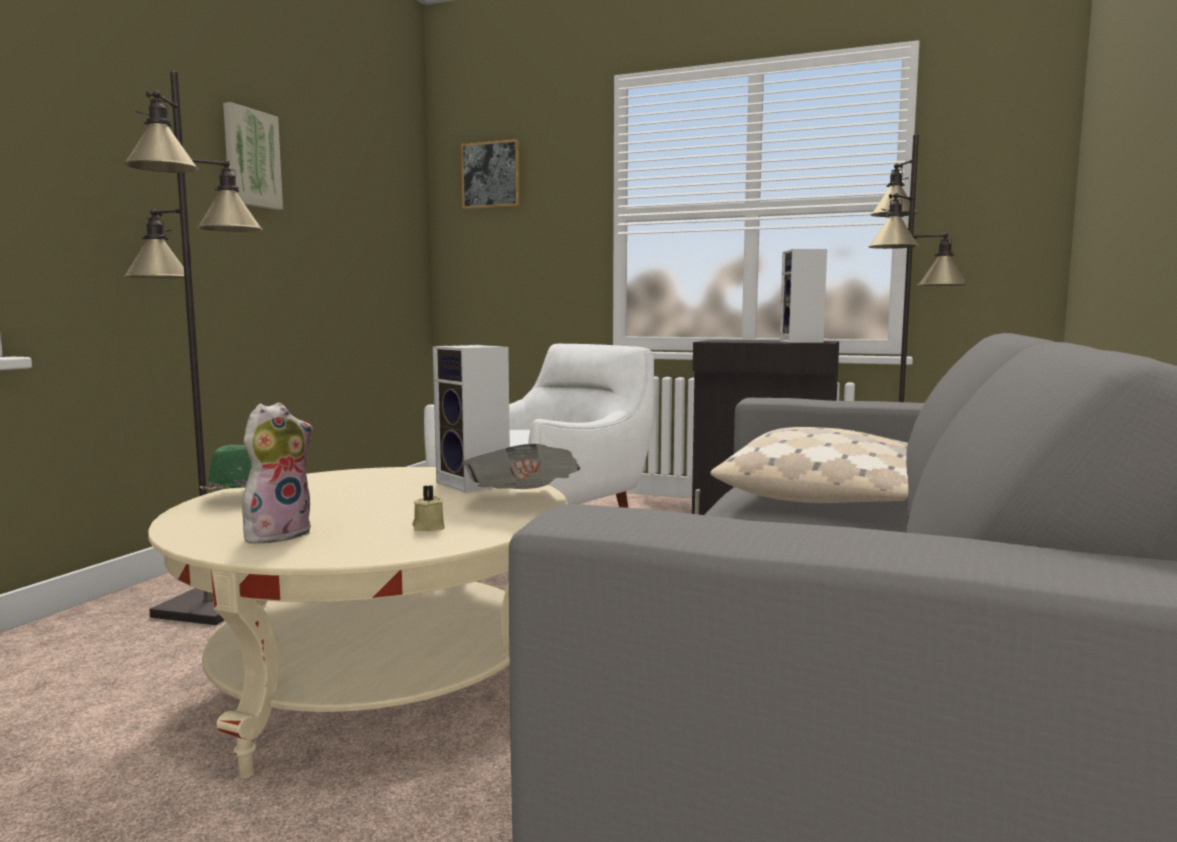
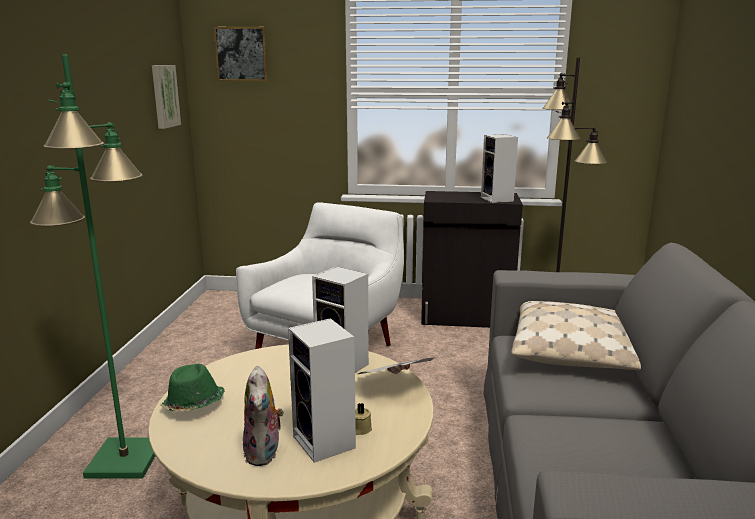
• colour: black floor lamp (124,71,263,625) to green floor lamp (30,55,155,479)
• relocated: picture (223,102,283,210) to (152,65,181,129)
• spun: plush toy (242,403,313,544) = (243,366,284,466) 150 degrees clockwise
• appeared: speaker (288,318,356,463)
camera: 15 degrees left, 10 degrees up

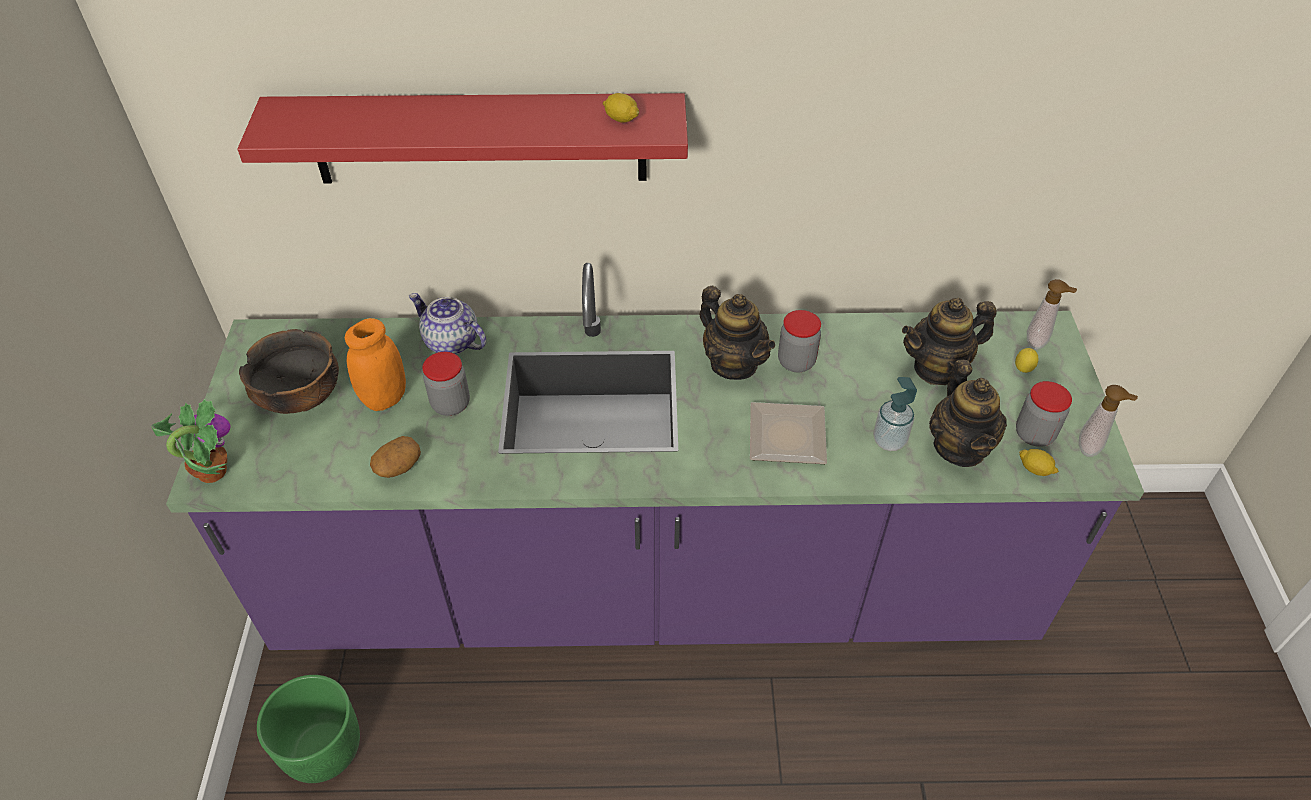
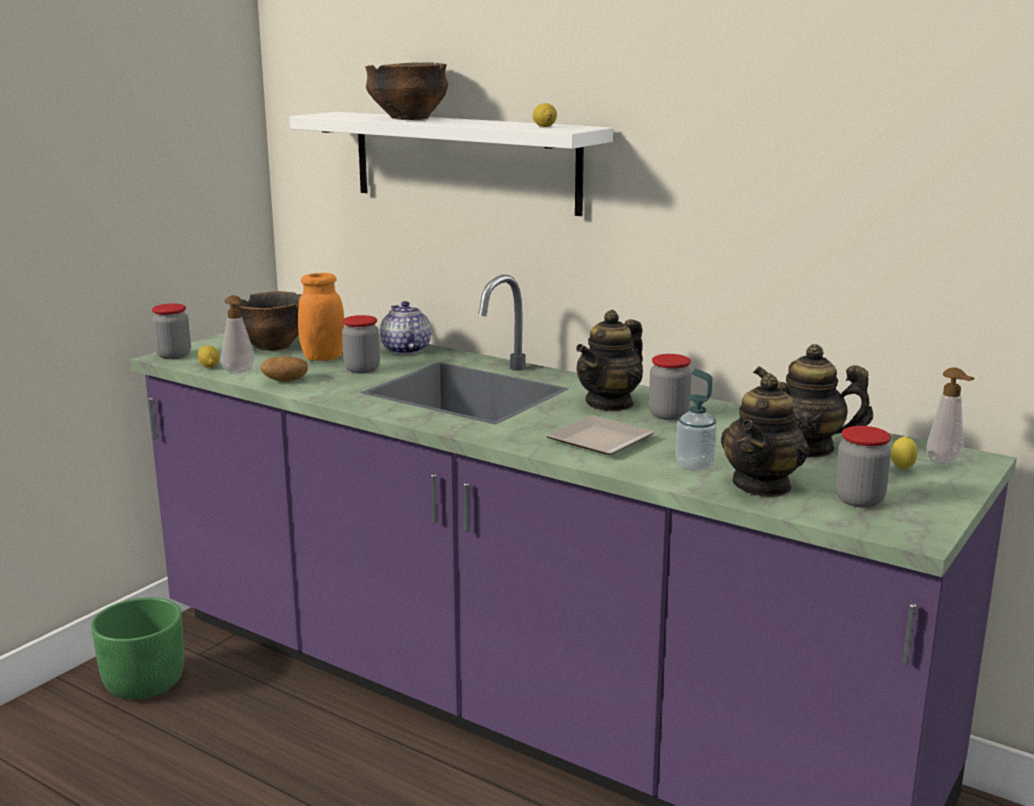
• exchanged: potted plant (151,399,231,483) to jar (152,304,191,359)
• colour: red shelf (237,93,688,184) to white shelf (289,112,613,216)
• spun: teapot (700,286,775,380) = (576,310,643,412) 45 degrees clockwise
• relocated: lemon (1019,449,1059,476) to (198,345,220,368)
• relocated: soap dispenser (1079,385,1138,457) to (221,295,255,373)
• appeared: bowl (365,63,448,120)
camera: 35 degrees right, 30 degrees down

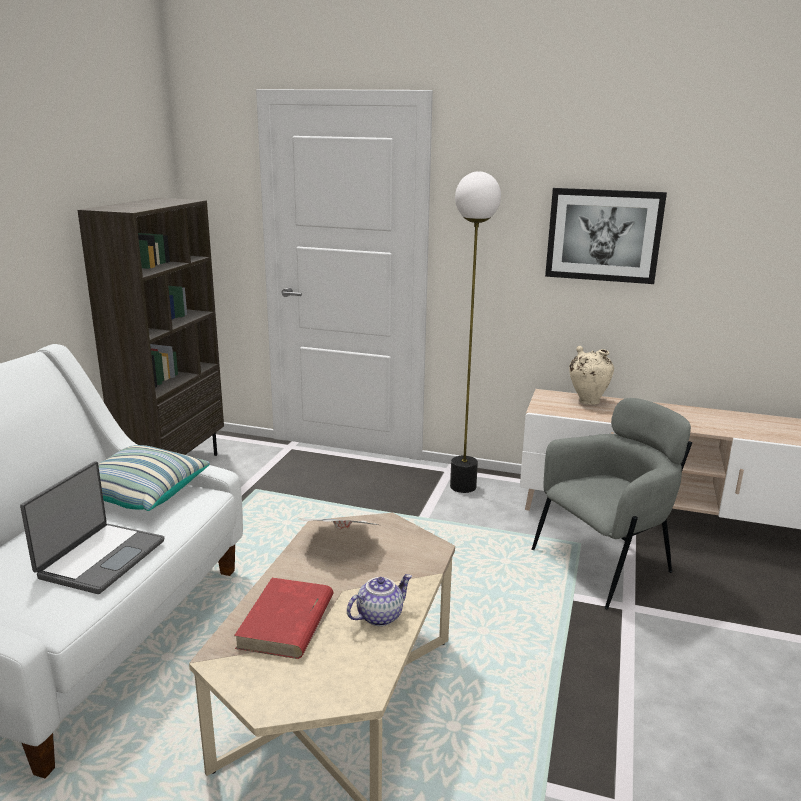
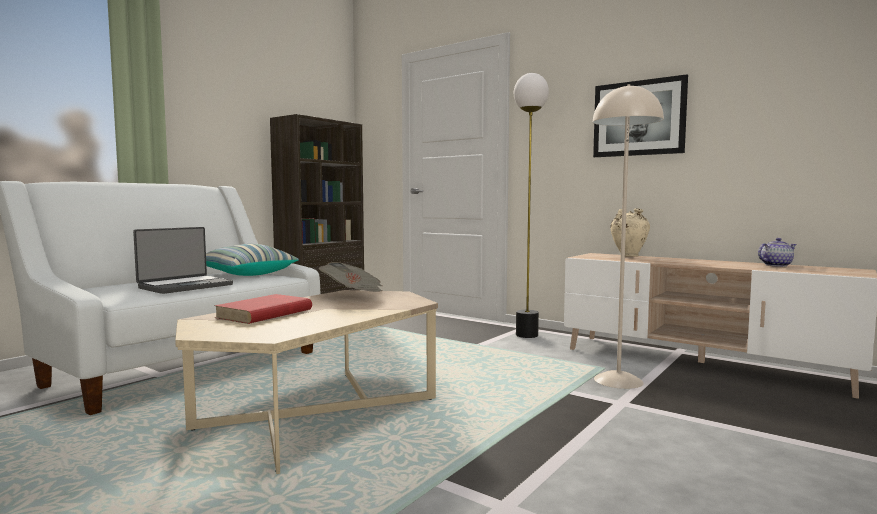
• relocated: teapot (347,574,412,626) to (758,238,797,267)
• exchanged: grey armchair (531,398,692,609) to beige floor lamp (593,84,664,389)
camera: 20 degrees right, 15 degrees down

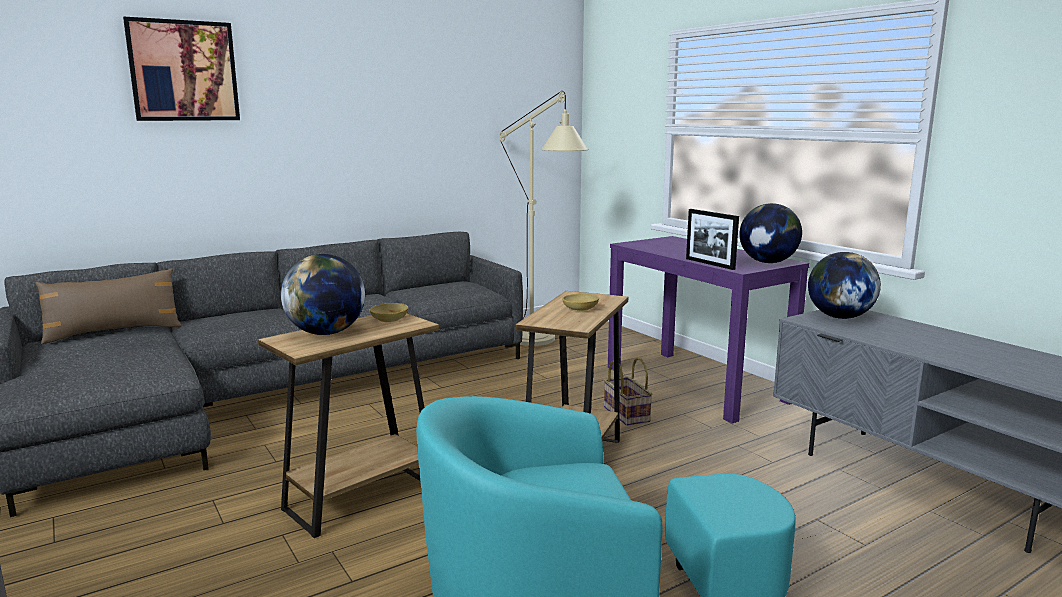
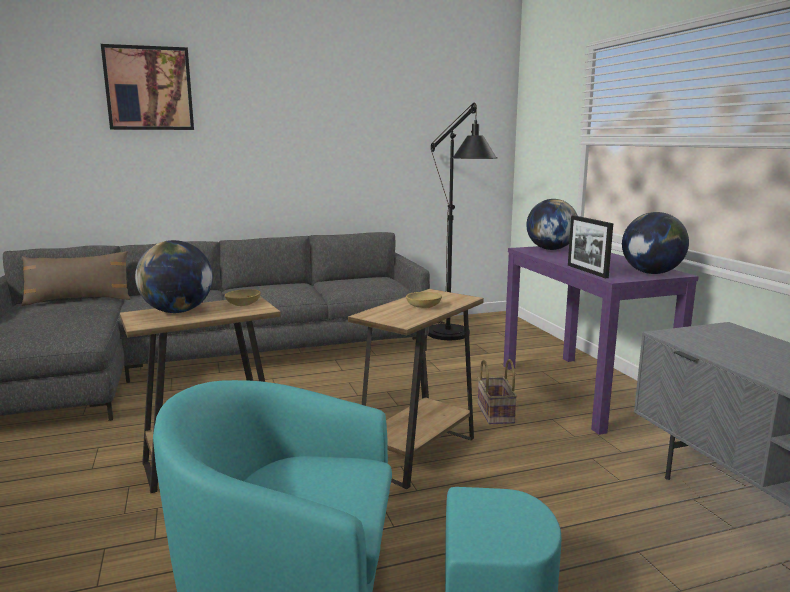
• colour: beige floor lamp (499,91,589,346) to black floor lamp (428,102,498,340)
• relocated: globe (808,252,881,319) to (526,199,578,250)
camera: 15 degrees right, 0 degrees up

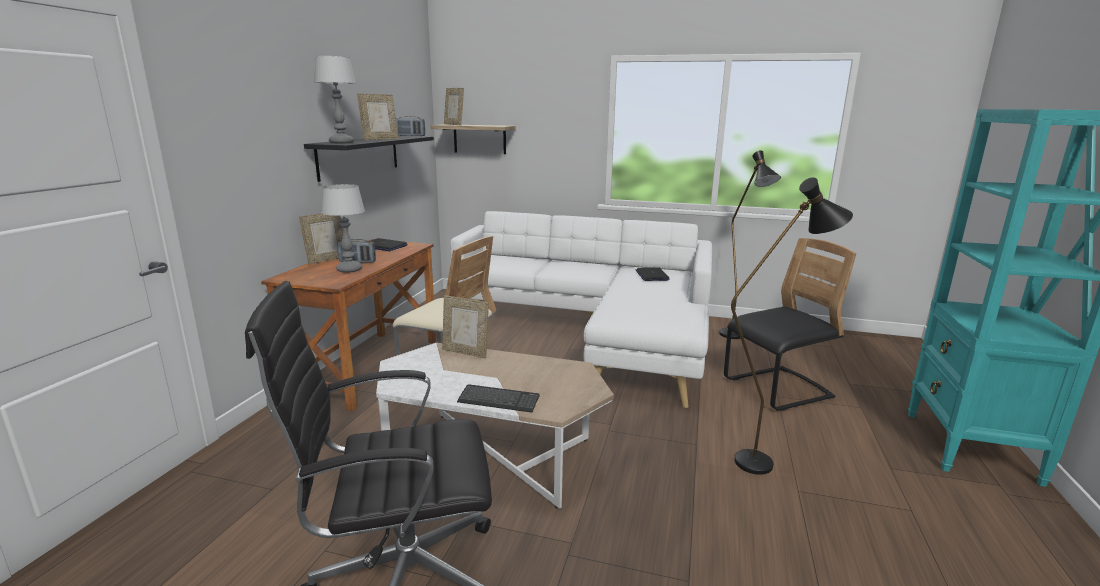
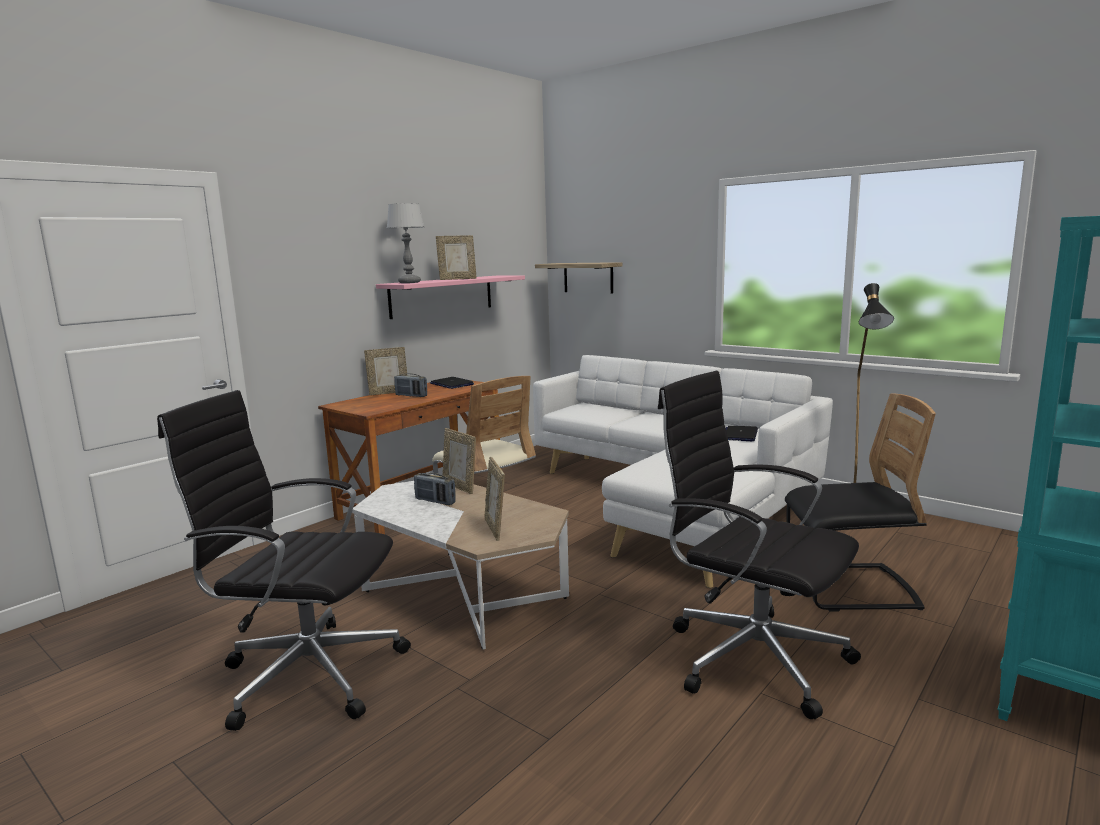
• colour: black shelf (304,136,434,182) to pink shelf (376,276,525,319)
• missing: table lamp (321,184,365,273)
• relocated: radio (396,116,425,136) to (414,473,456,505)
• relocated: picture frame (444,88,464,125) to (485,457,505,541)
• missing: keyboard (457,384,540,413)
• exchanged: black floor lamp (731,177,853,475) to black office chair (658,371,861,719)
camera: 25 degrees right, 5 degrees down

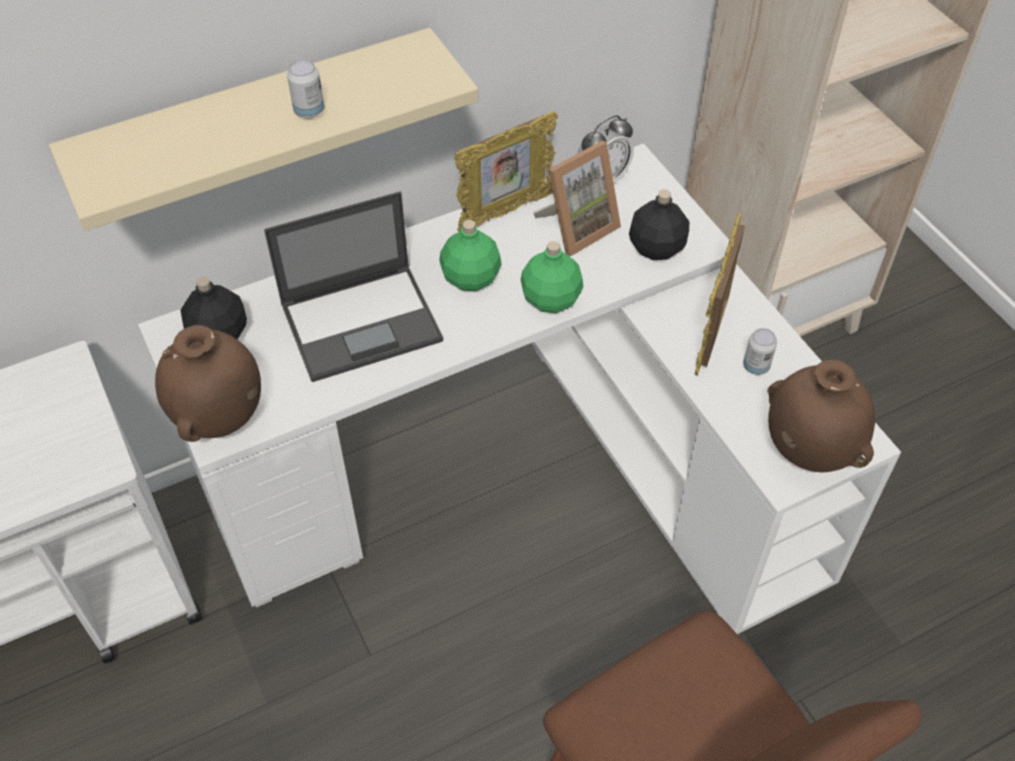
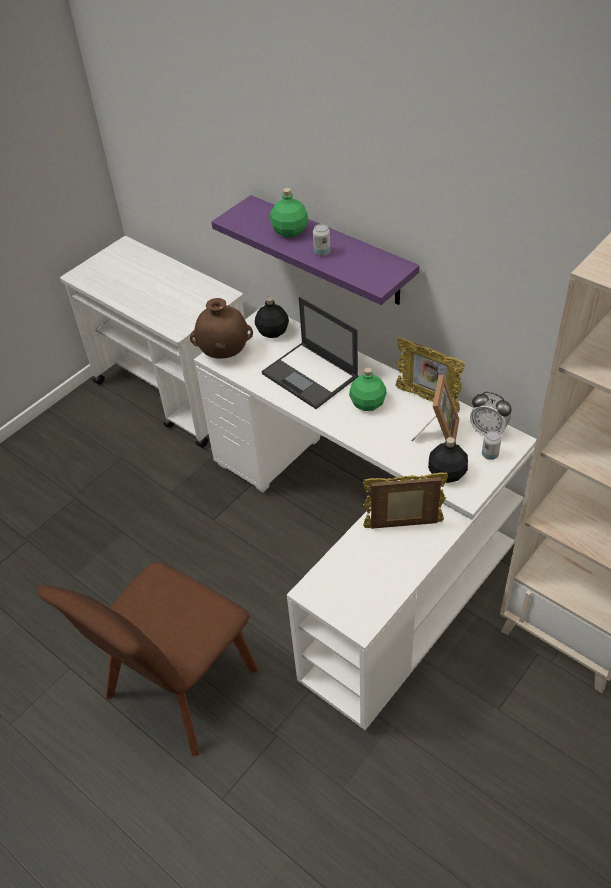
• colour: beige shelf (49,28,479,231) to purple shelf (211,195,419,305)
• relocated: green bottle (521,241,583,313) to (270,188,308,237)
• spun: picture frame (533,141,621,257) = (411,375,459,443) 105 degrees counterclockwise
• relocated: can (743,328,777,375) to (482,430,501,460)
• missing: brown vase (767,359,875,472)
camera: 70 degrees right, 5 degrees down

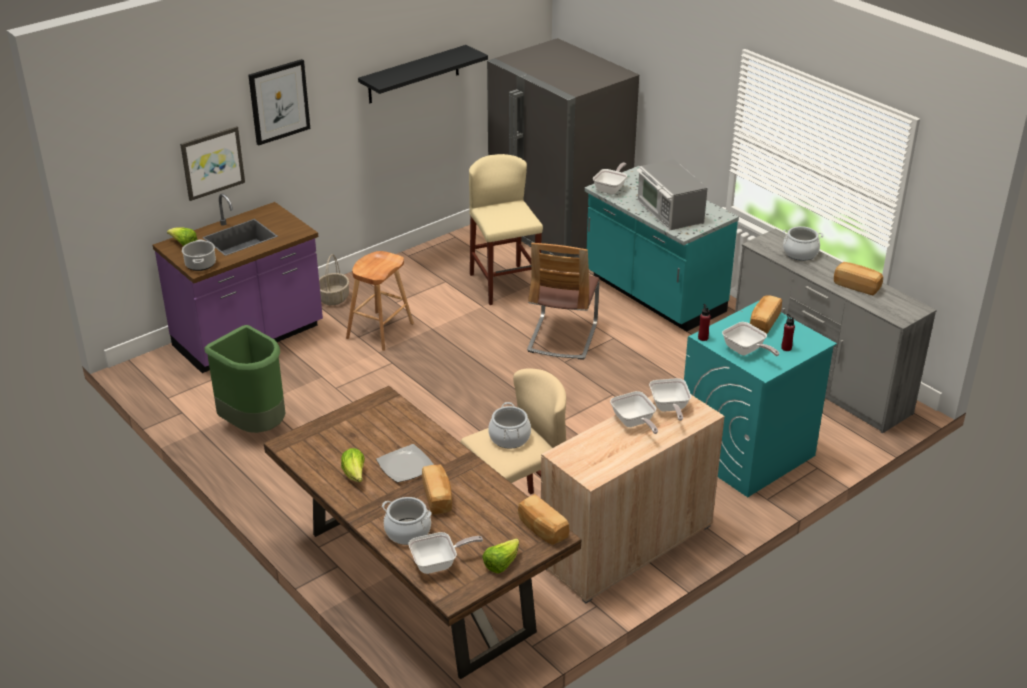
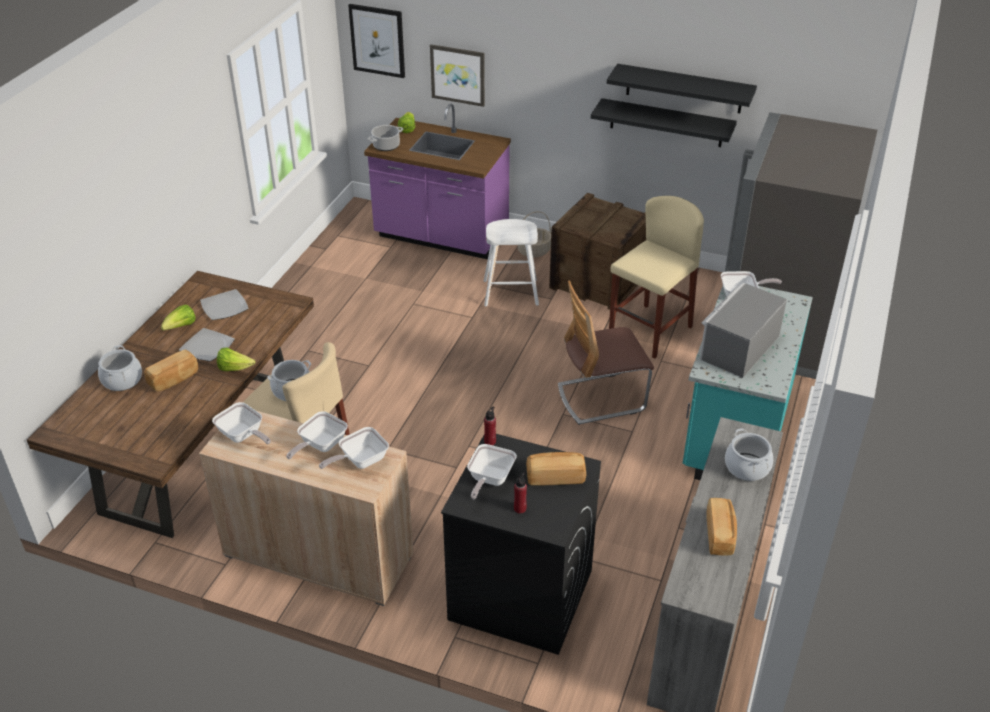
• missing: green trash can (204,325,286,433)
• relocated: picture (248,59,310,145) to (348,4,405,78)
• colour: brown stool (346,251,414,351) to white stool (484,219,539,306)
• relocated: frying pan (408,532,483,574) to (212,402,271,444)
• relocated: lettuce (482,538,519,574) to (217,348,255,371)
• missing: bread (518,494,570,545)
• colour: turquoise washing machine (684,301,837,497) to black washing machine (441,434,601,655)
• appeared: plate (200,289,249,320)
• appeared: crate (549,193,646,310)
• appeared: black shelf (591,98,737,147)
camera: 60 degrees right, 5 degrees up

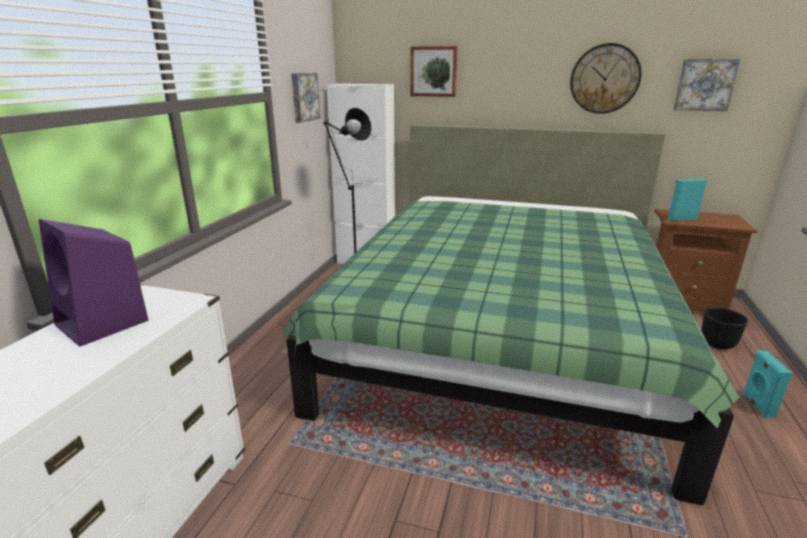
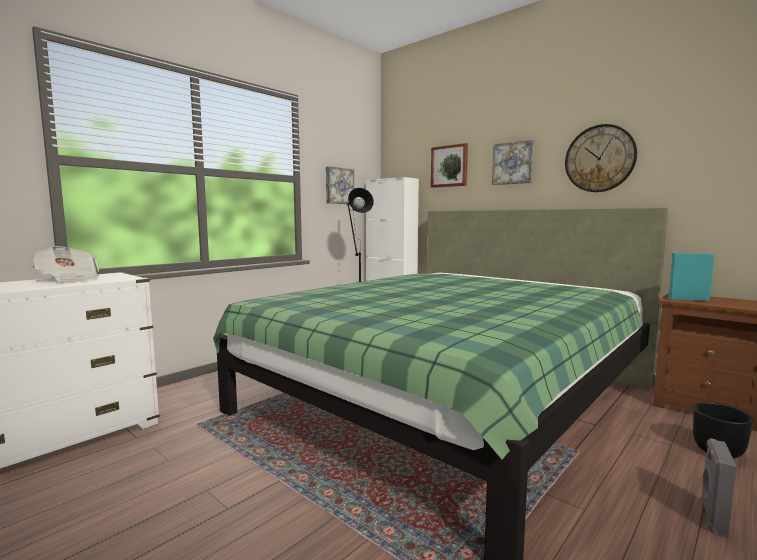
• exchanged: purple speaker (39,219,149,347) to newspaper (32,246,99,283)
• relocated: picture (674,59,740,111) to (492,140,534,185)
• colour: turquoise speaker (743,350,792,418) to grey speaker (700,438,737,537)
camera: 25 degrees right, 15 degrees down

